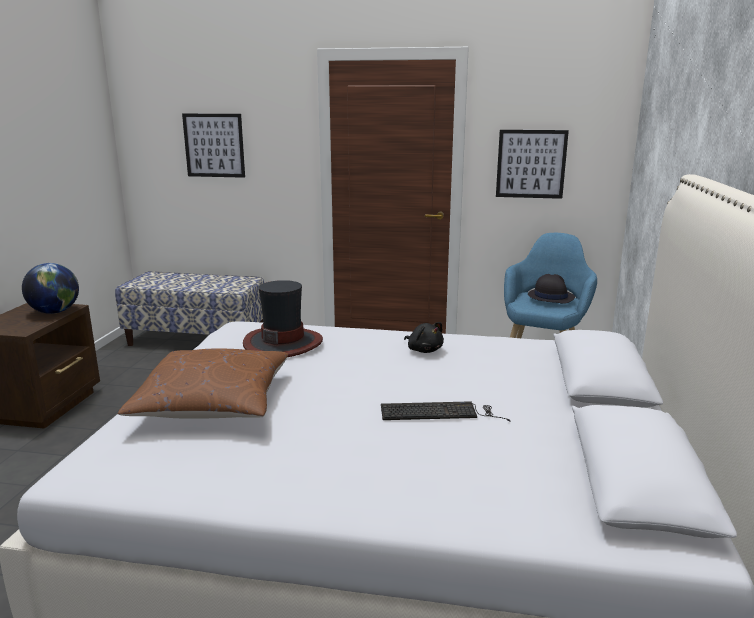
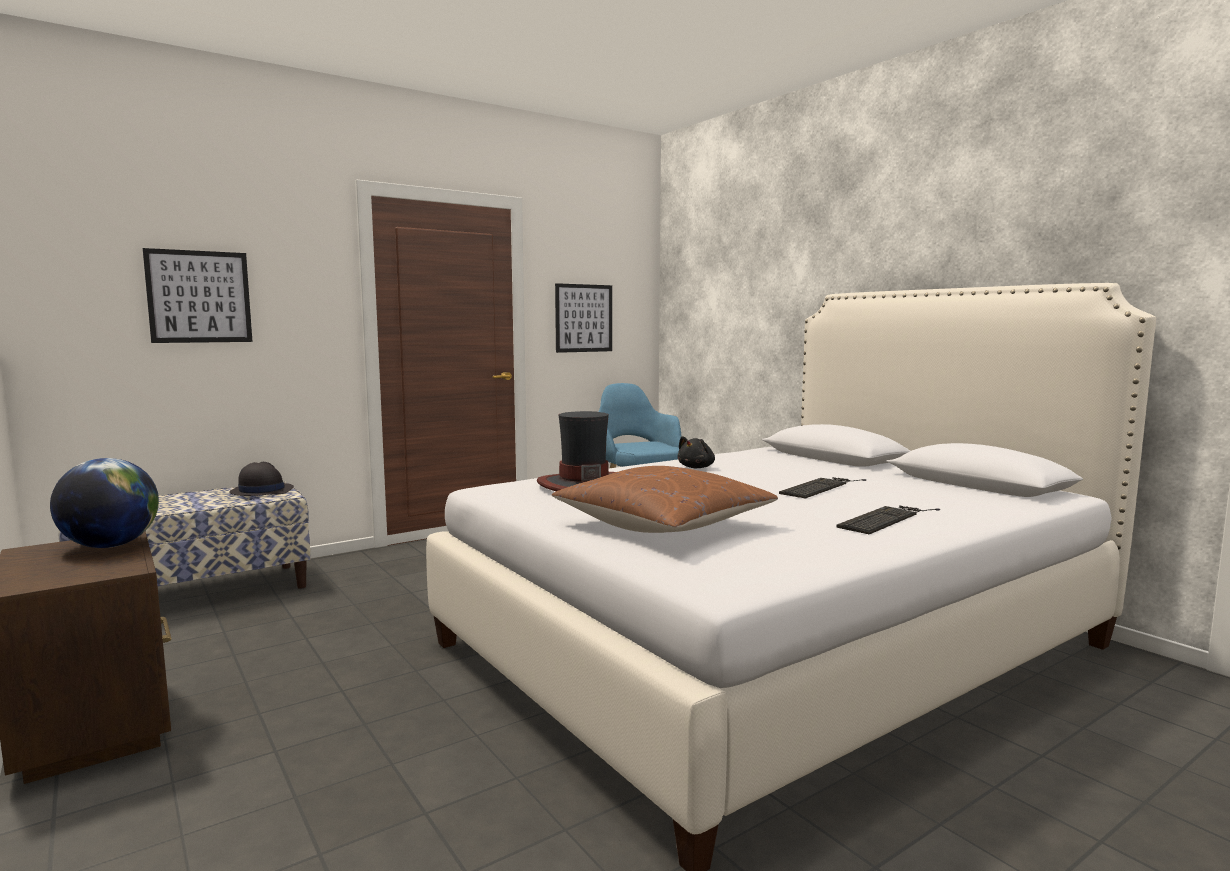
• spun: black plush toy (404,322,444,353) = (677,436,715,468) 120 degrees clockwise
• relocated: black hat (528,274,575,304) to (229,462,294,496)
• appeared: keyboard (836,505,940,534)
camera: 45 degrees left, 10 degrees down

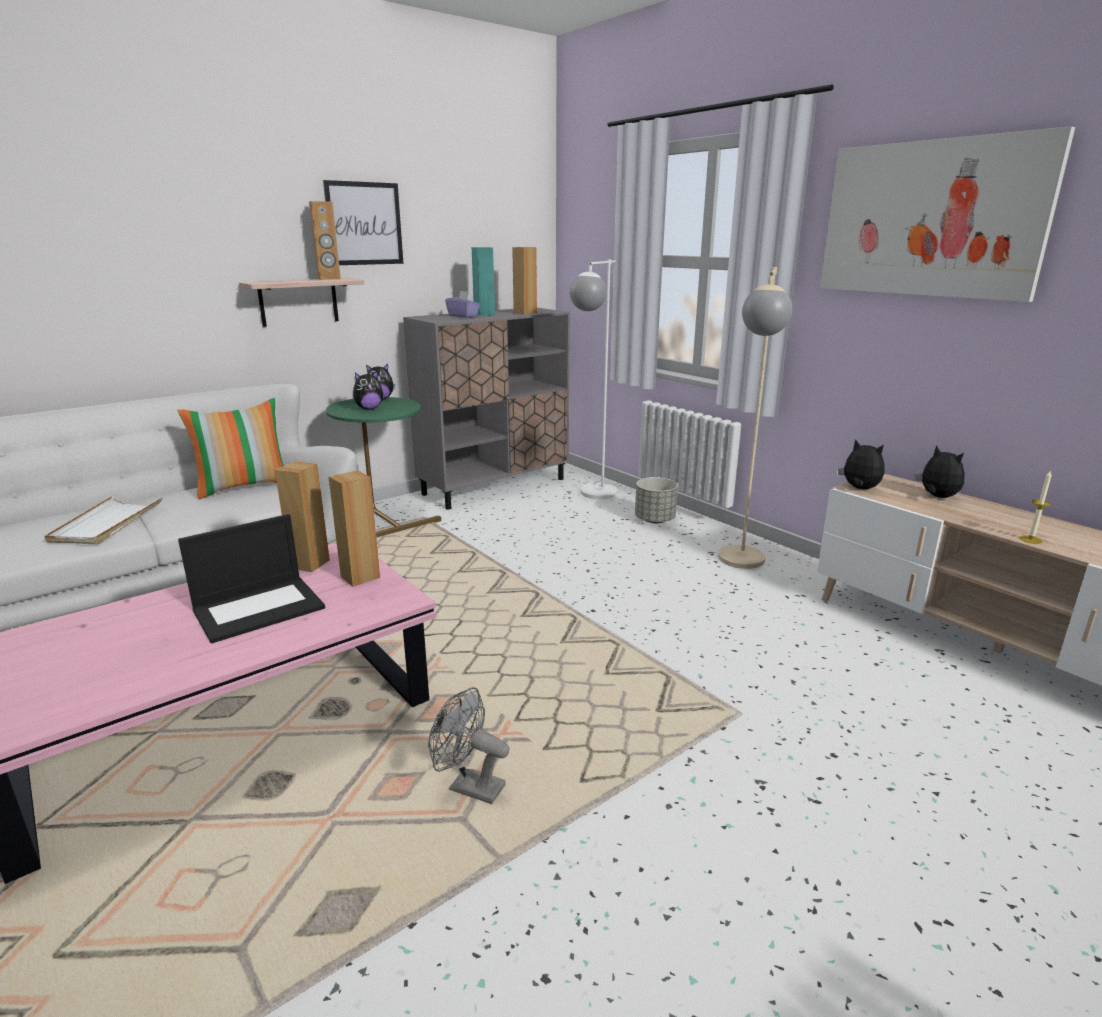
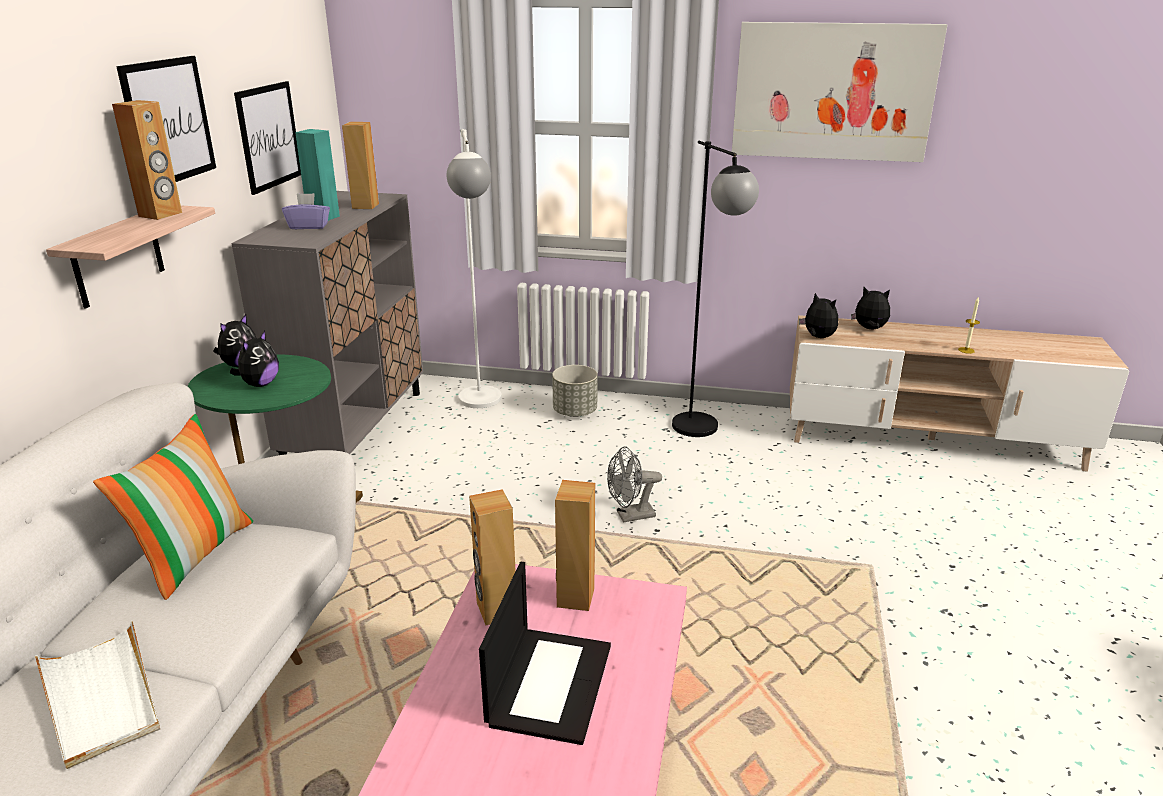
• relocated: grey fan (428,687,510,804) to (607,446,662,523)
• colour: beige floor lamp (718,267,792,569) to black floor lamp (672,141,759,437)
• spun: plush toy (837,439,885,489) = (799,293,838,338) 45 degrees clockwise
• appeared: picture (234,81,301,195)
camera: 40 degrees left, 5 degrees up

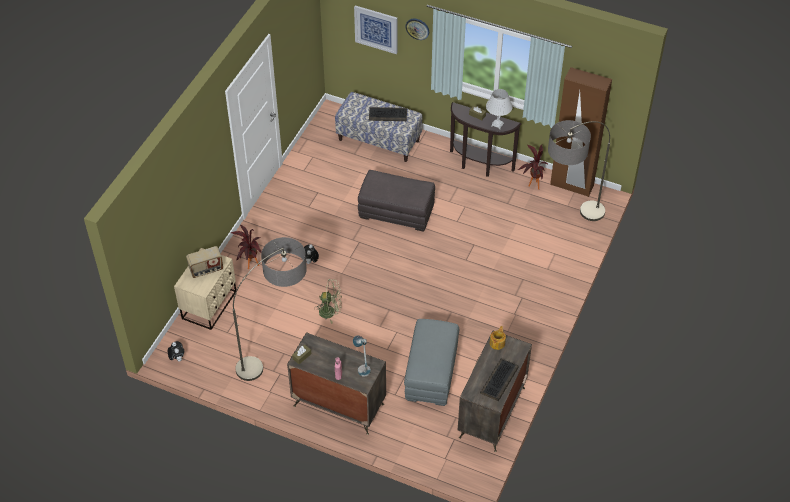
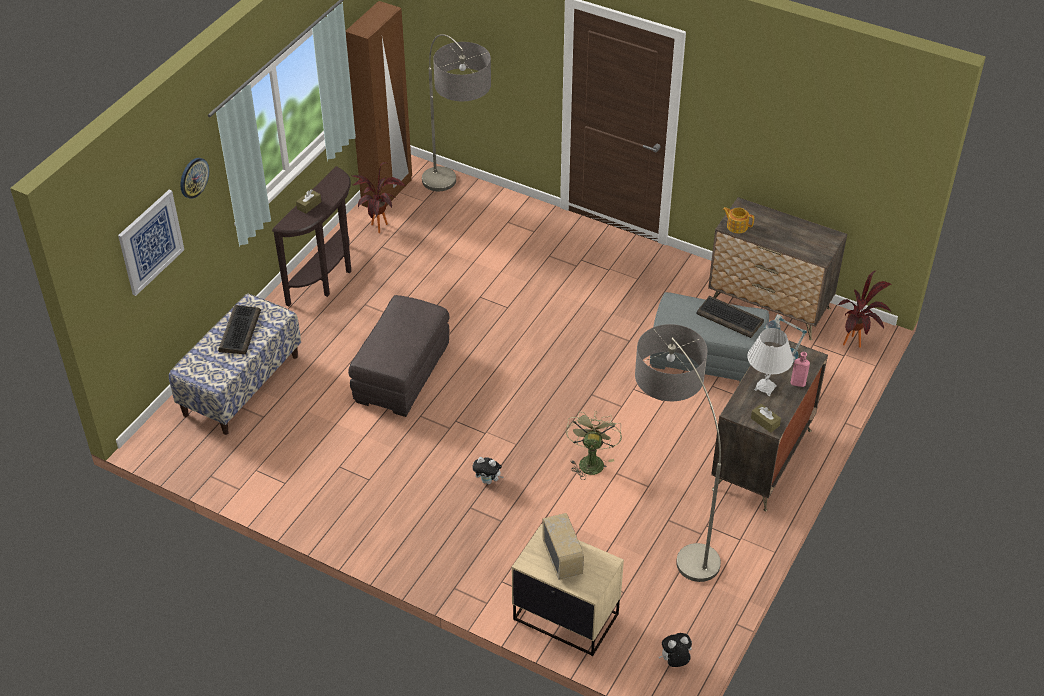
• relocated: potted plant (231,225,262,269) to (838,271,891,348)
• relocated: keyboard (480,359,519,401) to (696,296,764,338)
• relocated: white table lamp (486,89,512,129) to (747,328,793,396)
camera: 85 degrees left, 5 degrees down

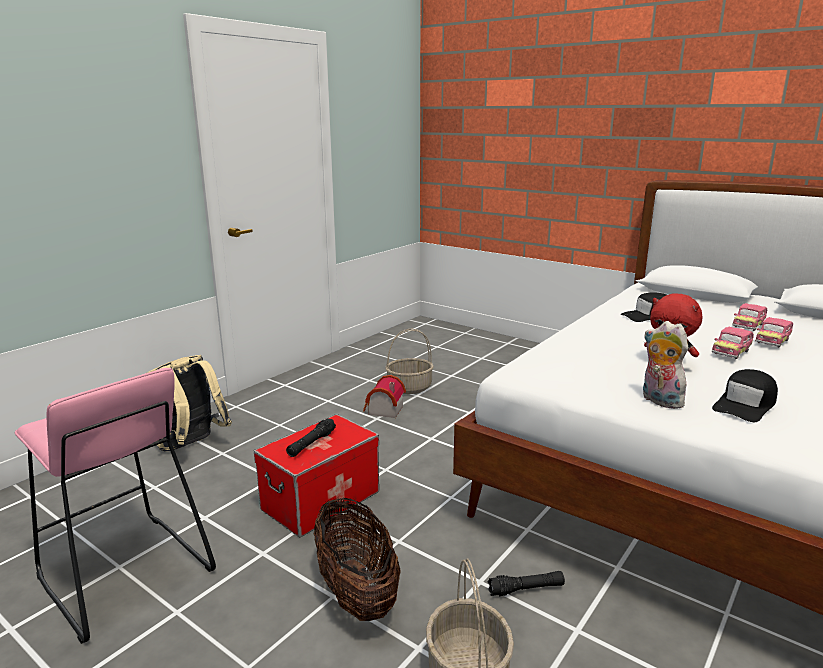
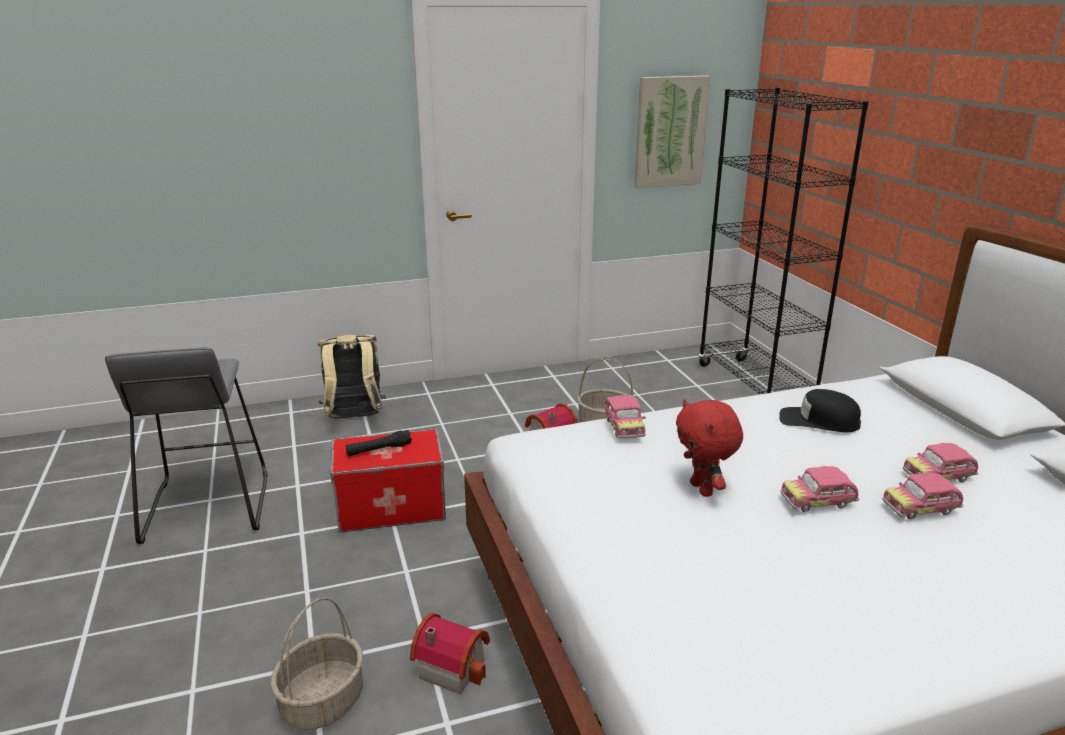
• colour: pink stool (15,368,216,644) to grey stool (105,347,268,544)
• missing: basket (314,497,401,621)
• exchanged: black flashlight (488,571,565,596) to toy house (410,613,490,694)
• missing: plush toy (643,321,688,409)
• missing: black cap (712,369,778,422)
• appeared: toy car (605,395,646,438)
• appeared: picture (634,75,710,188)
• appeared: black bookcase (698,87,869,394)
camera: 35 degrees right, 5 degrees up

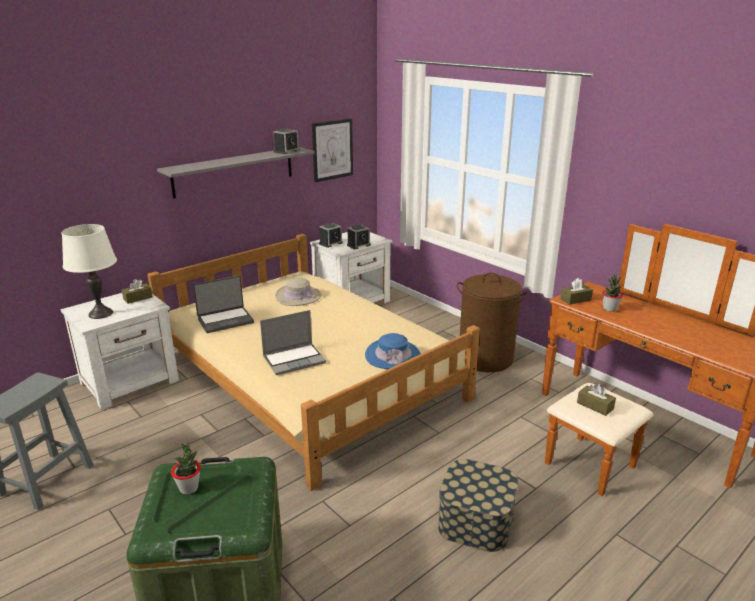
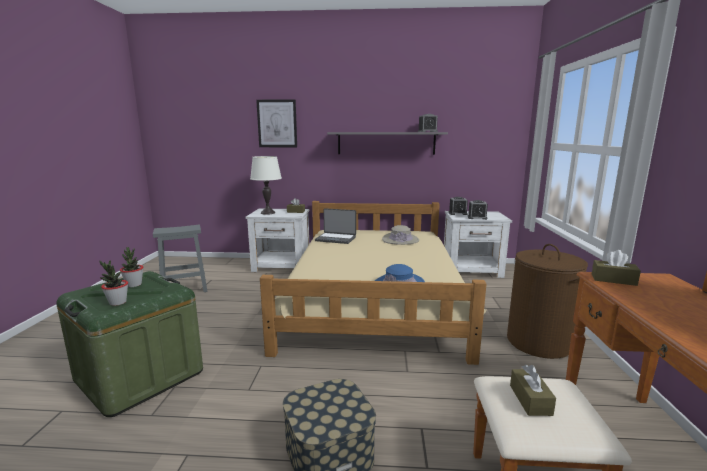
• missing: laptop (260,310,326,375)
• relocated: picture (312,118,353,182) to (256,99,297,147)
• relocated: potted plant (602,274,623,312) to (100,260,128,306)
camera: 45 degrees right, 10 degrees down

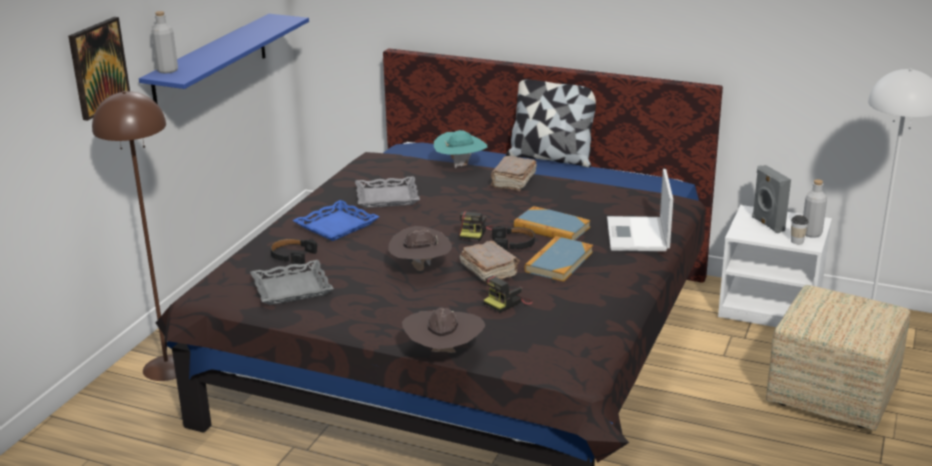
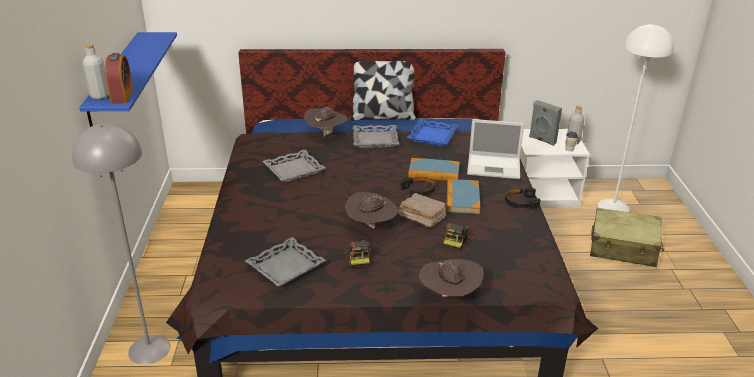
• missing: picture (68,17,130,121)
• colour: brown floor lamp (92,91,176,381) to grey floor lamp (72,123,171,364)
• relocated: black headphones (270,238,317,264) to (505,187,540,209)
• relocated: blue tray (292,200,380,241) to (407,119,458,147)
• colour: turquoise hat (434,130,487,169) to brown hat (304,107,348,137)
• relocated: photo camera (459,211,494,242) to (344,240,371,268)
• exchanged: brown book (491,156,537,191) to grey tray (353,125,399,148)
• spun: laptop (607,169,673,251) = (467,119,524,179) 60 degrees counterclockwise
• exchanged: ottoman (766,285,910,430) to beige suitcase (590,208,664,267)
• appeared: alarm clock (105,53,133,104)
camera: 25 degrees left, 5 degrees up

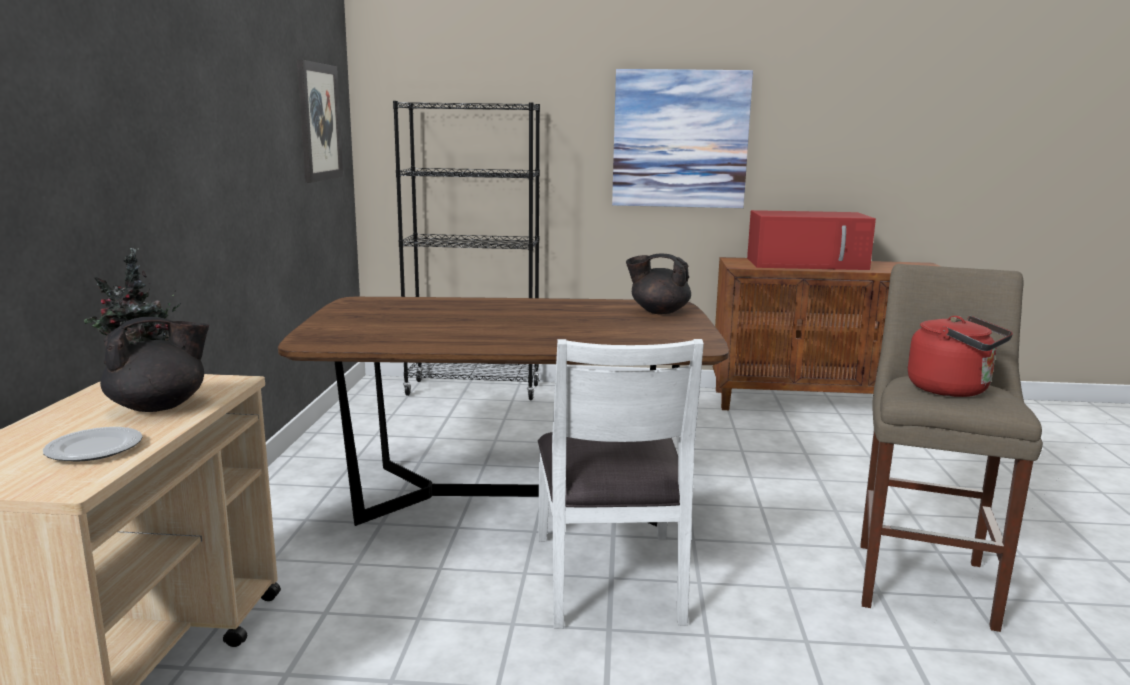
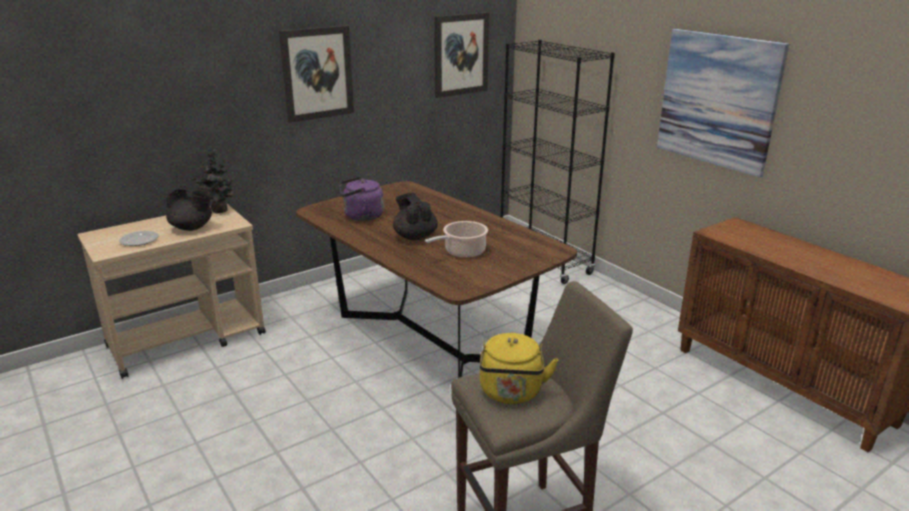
• missing: white chair (538,339,704,629)
• relocated: black teapot (626,253,691,314) to (393,193,438,240)
• missing: red microwave (747,210,876,270)
• colour: red kettle (908,316,1013,397) to yellow kettle (480,333,558,404)
• appeared: picture (279,25,354,123)
• appeared: purple kettle (339,176,384,221)
• appeared: cooking pot (425,221,488,258)
camera: 50 degrees right, 10 degrees up

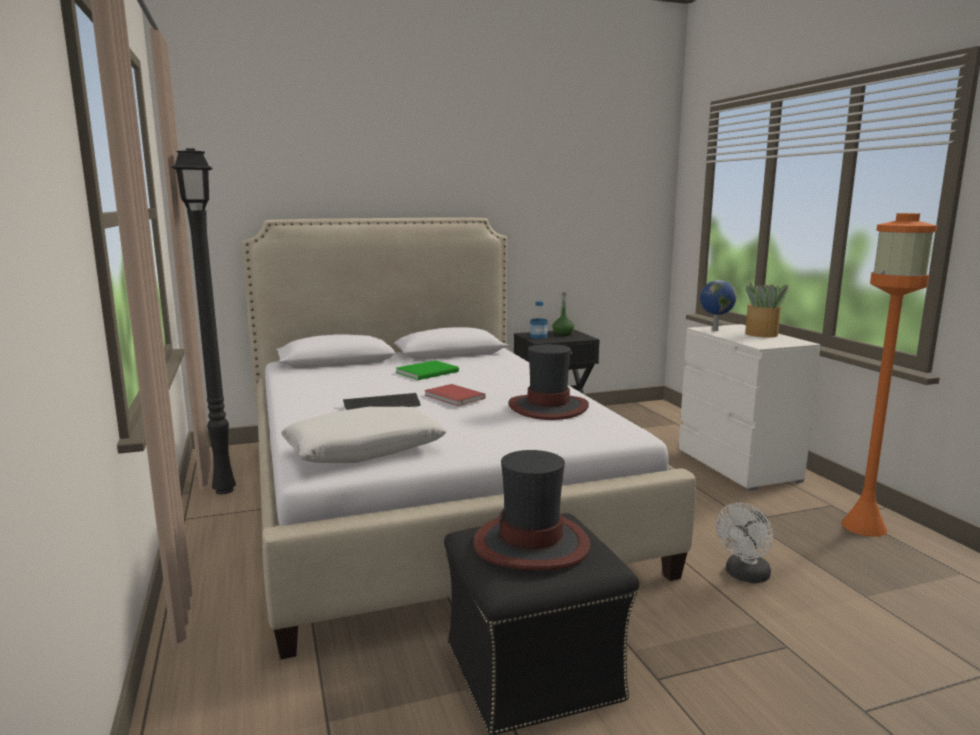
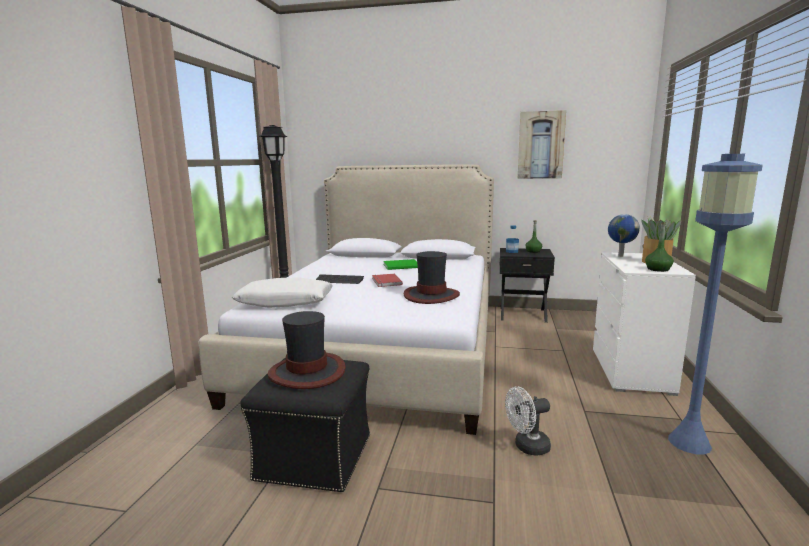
• colour: orange floor lamp (841,213,937,537) to blue floor lamp (668,154,763,454)
• appeared: picture (518,110,566,179)
• appeared: green bottle (645,222,674,272)
camera: 30 degrees right, 0 degrees up

